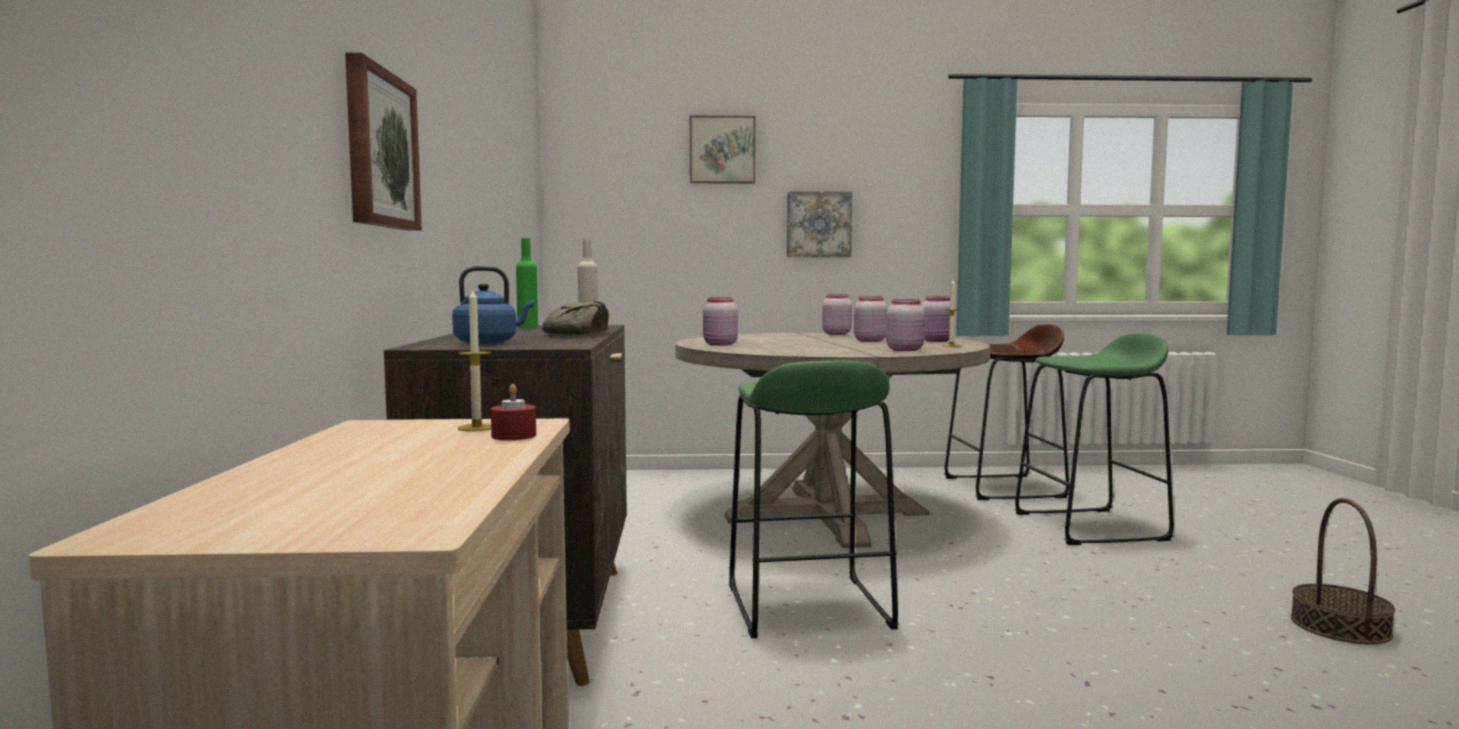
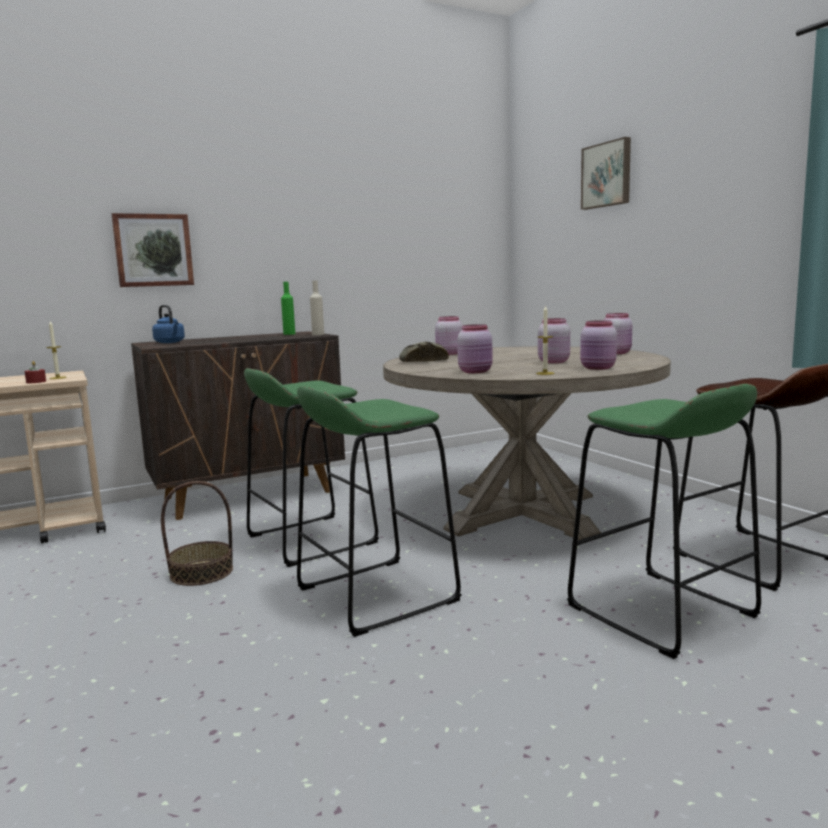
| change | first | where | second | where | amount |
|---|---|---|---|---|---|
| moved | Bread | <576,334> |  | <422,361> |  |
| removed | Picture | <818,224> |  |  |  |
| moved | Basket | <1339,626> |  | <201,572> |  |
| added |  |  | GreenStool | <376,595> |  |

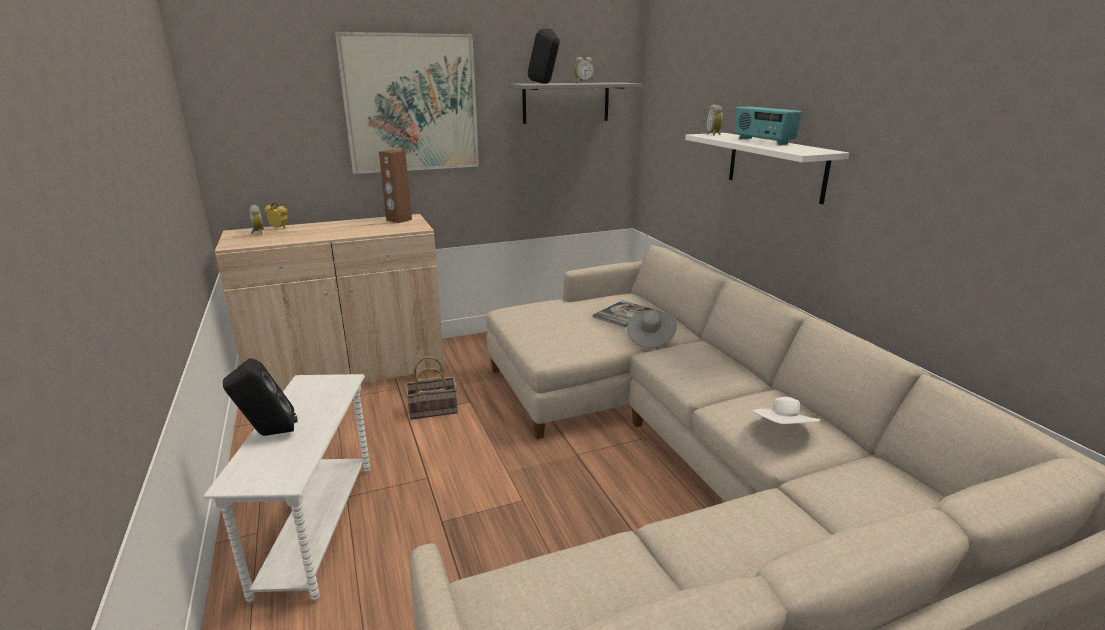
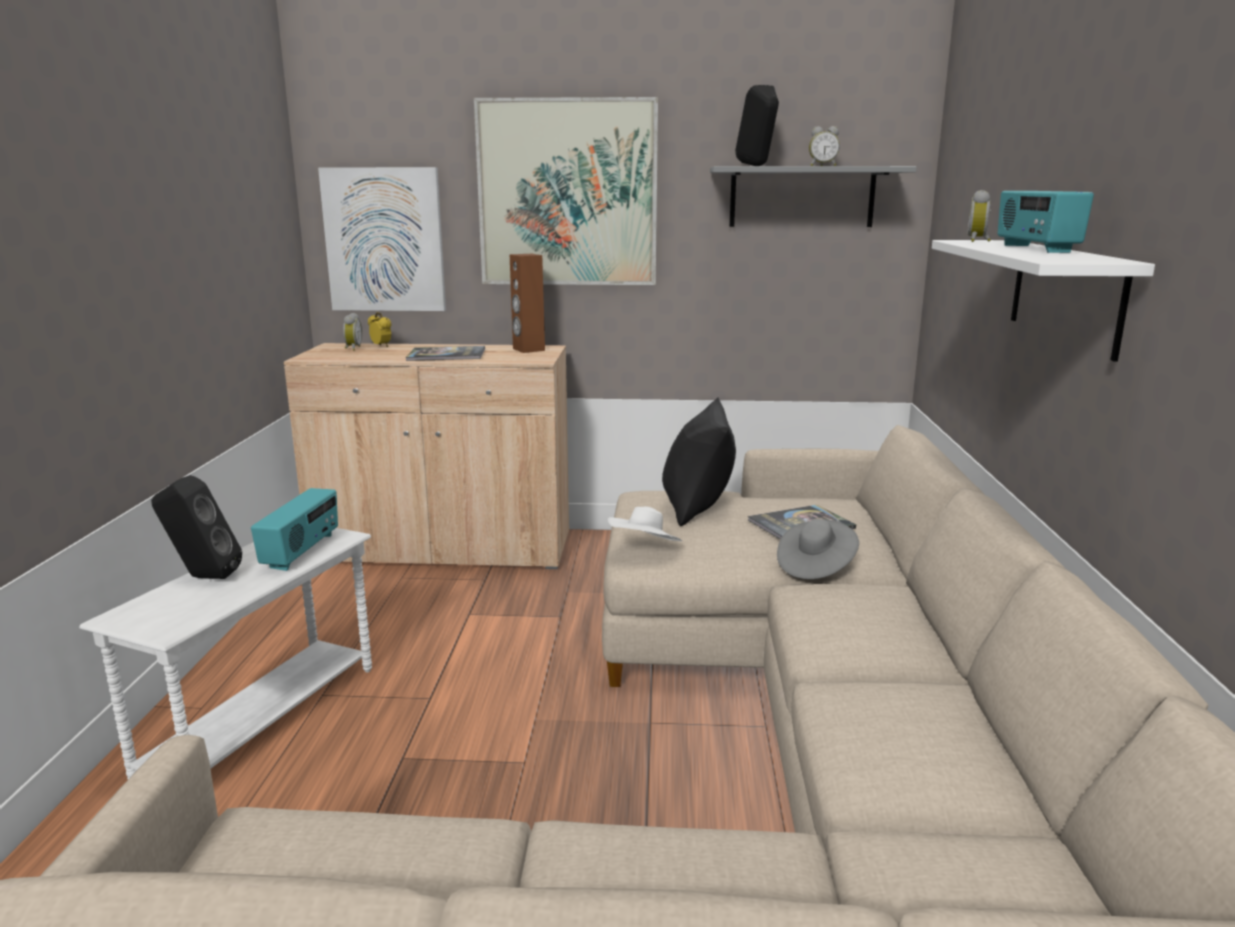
| change | first | where | second | where | amount |
|---|---|---|---|---|---|
| removed | Basket | <434,409> |  |  |  |
| moved | WhiteHat | <783,431> |  | <644,548> |  |
| added |  |  | Radio | <302,552> |  |
| added |  |  | Picture | <384,240> |  |
| added |  |  | Book | <446,355> |  |
| added |  |  | BlackPillow | <697,506> |  |

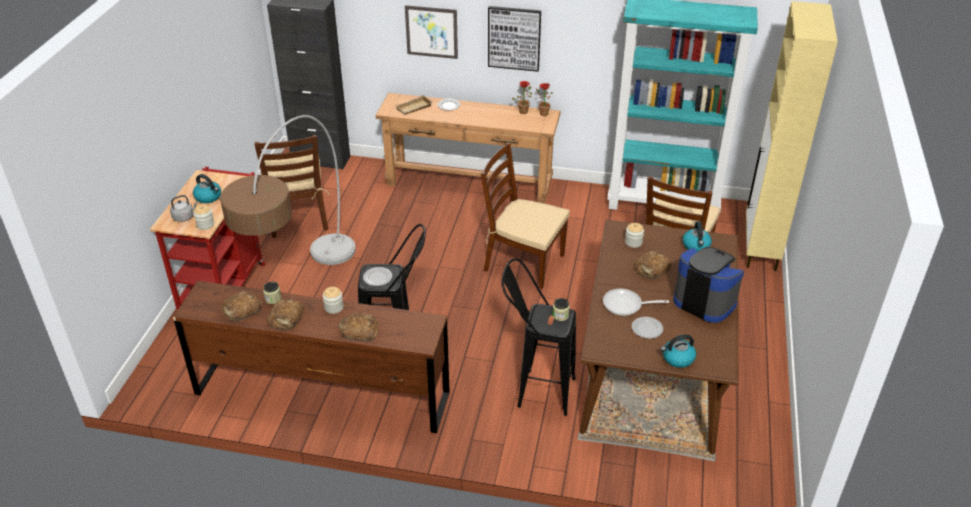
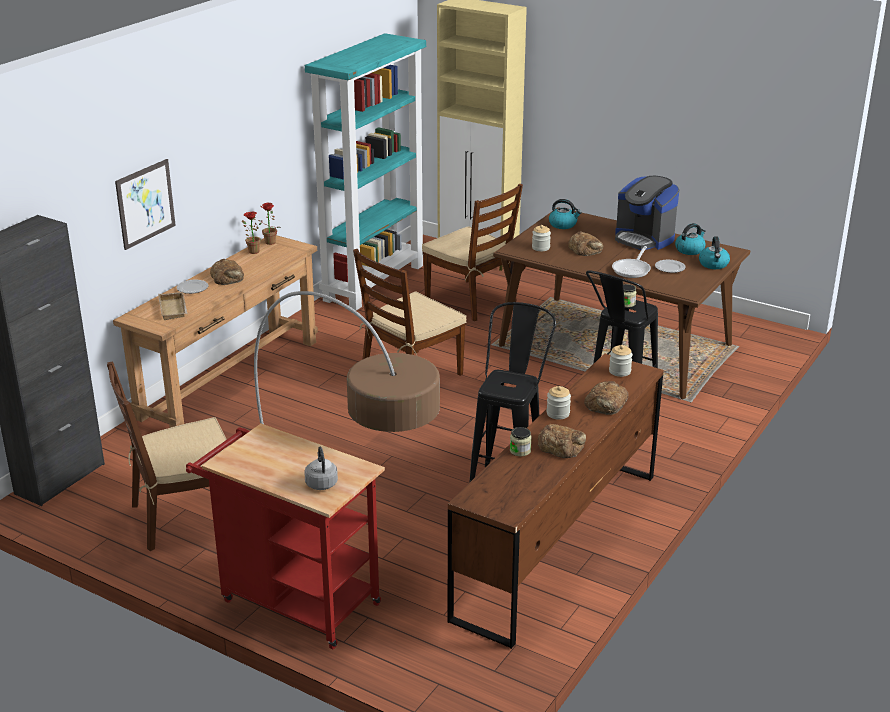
| change | first | where | second | where | amount |
|---|---|---|---|---|---|
| moved | Kettle | <208,197> |  | <690,250> |  |
| moved | Jar | <205,225> |  | <619,371> |  |
| moved | Bread | <241,310> |  | <228,277> |  |
| turned | BrownChair | <298,216> |  | <184,517> | 150 degrees clockwise |
| removed | Plate | <377,278> |  |  |  |
| removed | Picture | <514,38> |  |  |  |
| turned | CoffeeMachine | <704,301> |  | <644,239> | 105 degrees counterclockwise |

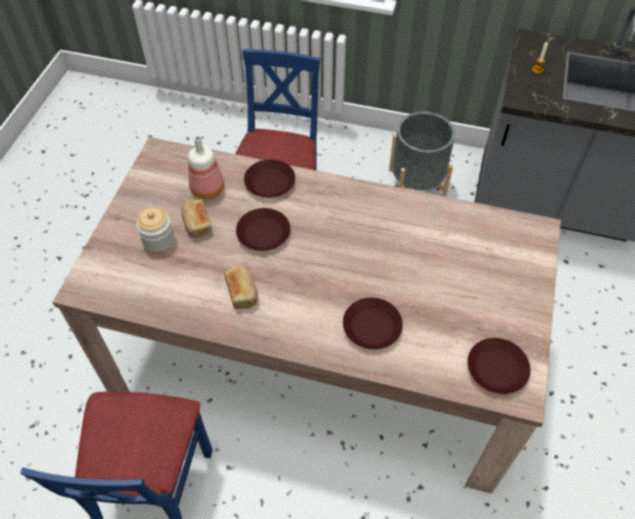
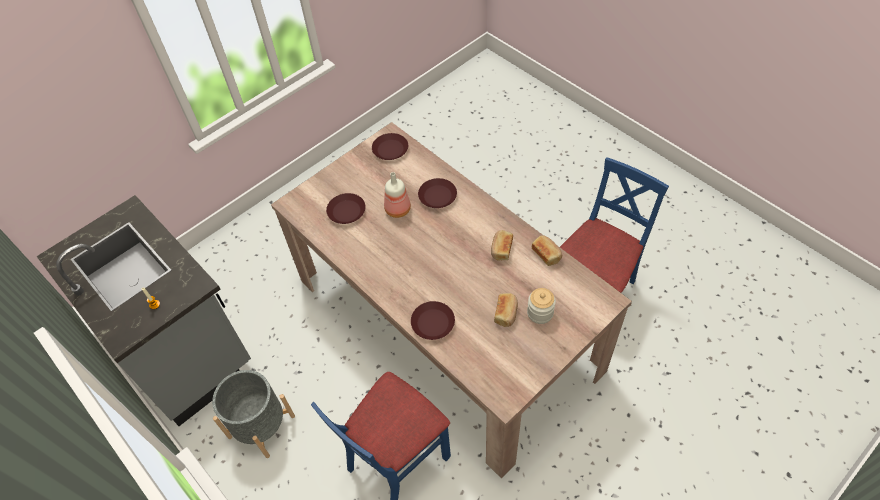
| change | first | where | second | where | amount |
|---|---|---|---|---|---|
| moved | Bottle | <208,188> |  | <397,210> |  |
| moved | BrownPlate | <263,234> |  | <347,211> |  |
| added |  |  | Bread | <546,254> |  |

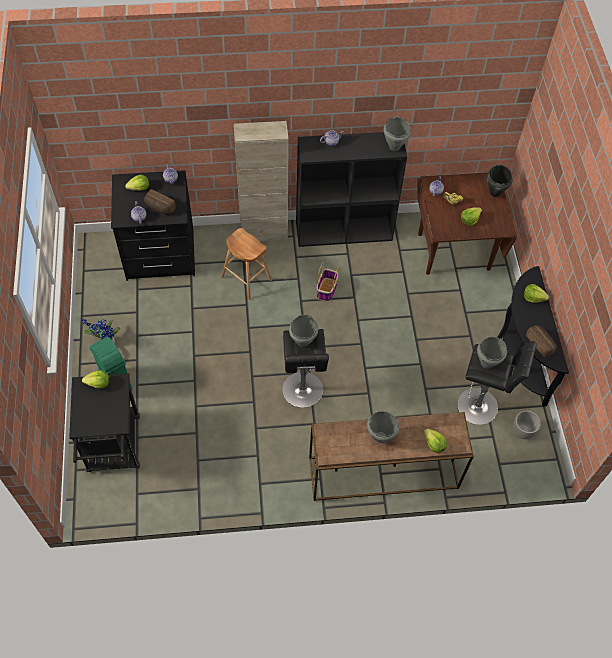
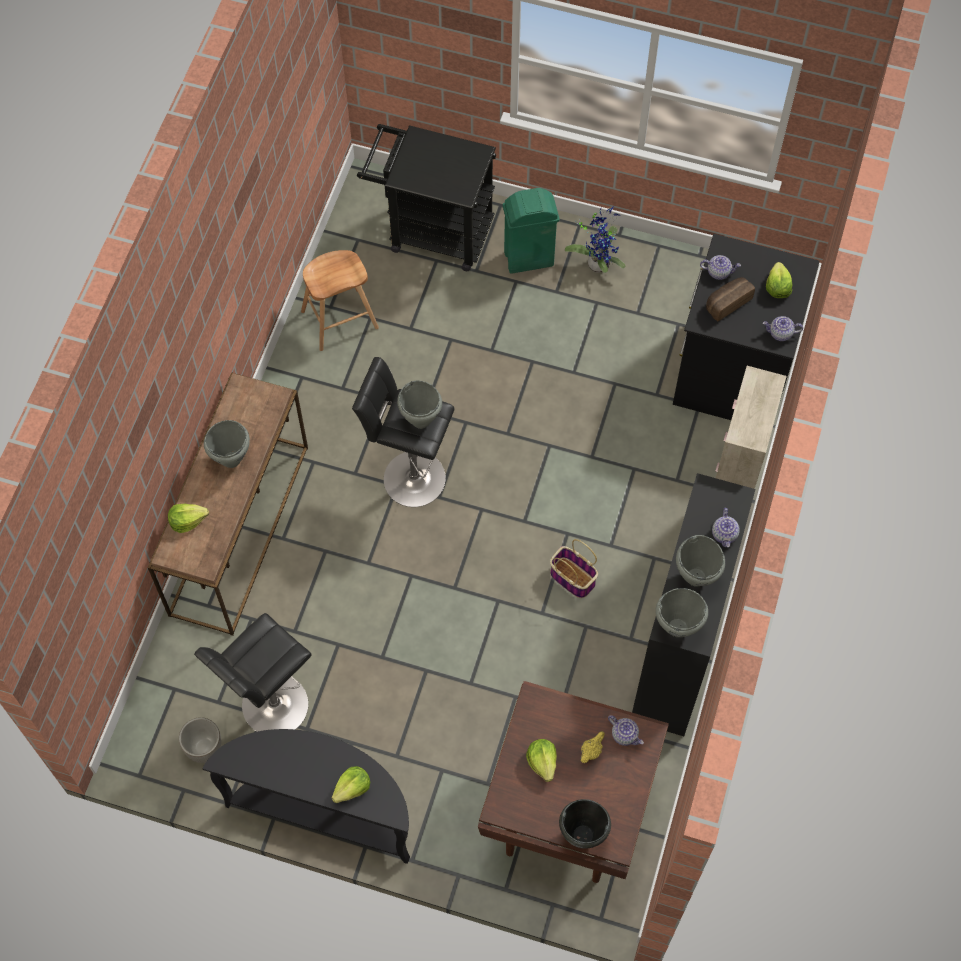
| change | first | where | second | where | amount |
|---|---|---|---|---|---|
| removed | Lettuce | <98,383> |  |  |  |
| moved | BrownStool | <246,278> |  | <339,320> |  |
| moved | GreyCookingPot | <486,363> |  | <696,577> |  |
| removed | Bread | <541,343> |  |  |  |

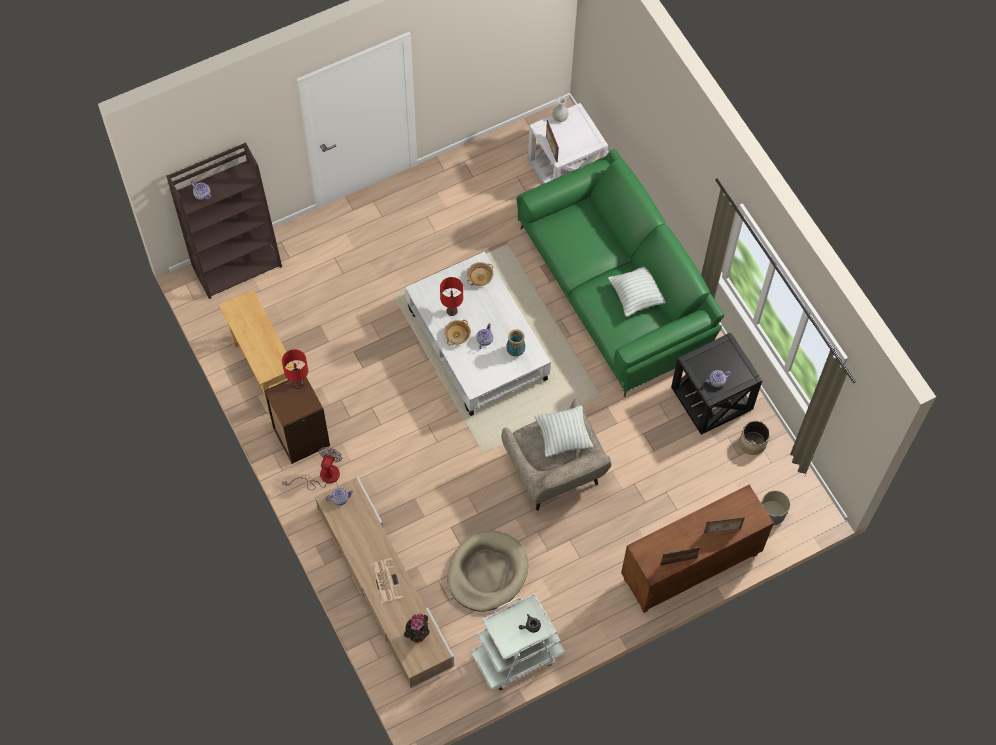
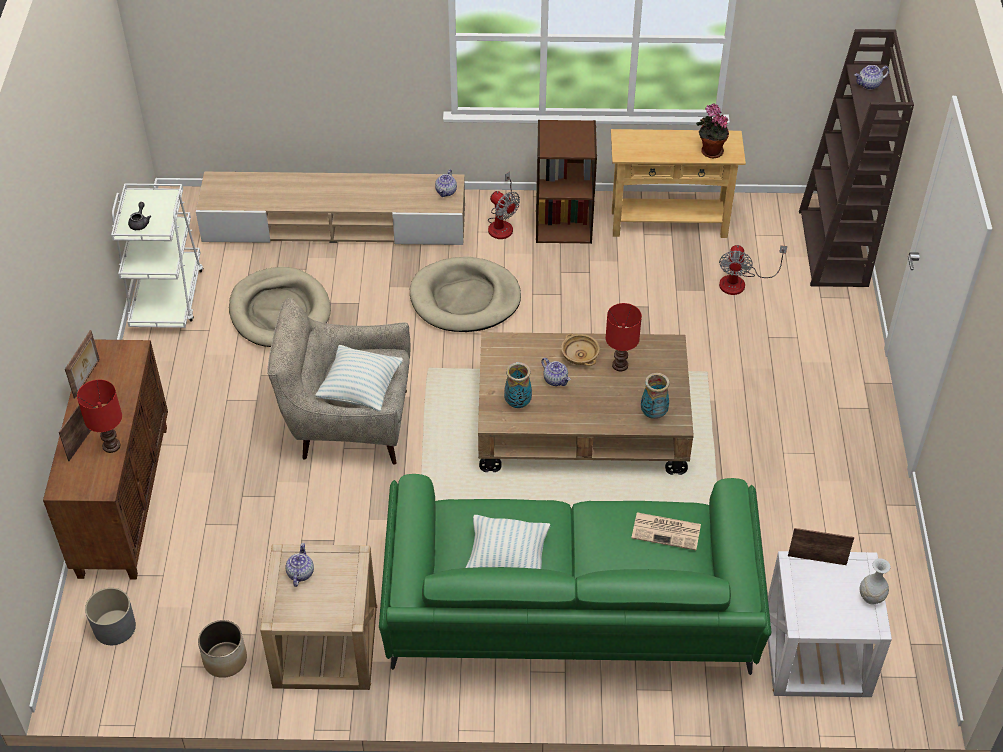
| change | first | where | second | where | amount |
|---|---|---|---|---|---|
| moved | RedTableLamp | <298,384> |  | <110,445> |  |
| moved | Newspaper | <386,580> |  | <667,531> |  |
| moved | PottedPlant | <418,635> |  | <710,151> |  |
| recoloured | WhiteCoffeeTable | <477,344> | BrownCoffeeTable | <581,425> |  |
| replaced | BeigeBowl | <480,277> | Vase | <654,414> |  |
| recoloured | BlackSideTable | <712,398> | BeigeSideTable | <325,646> |  |
| added |  |  | BeigeDogBed | <465,299> |  |
| added |  |  | Fan | <740,282> |  |

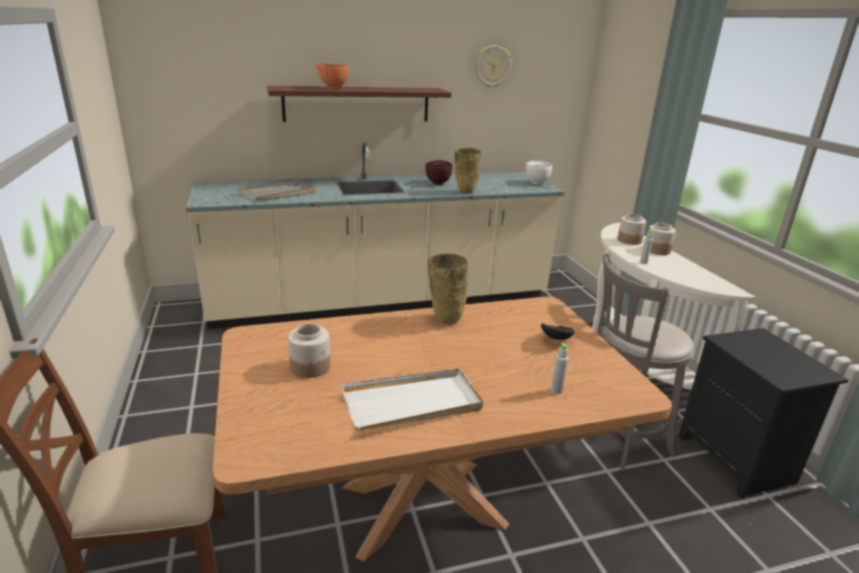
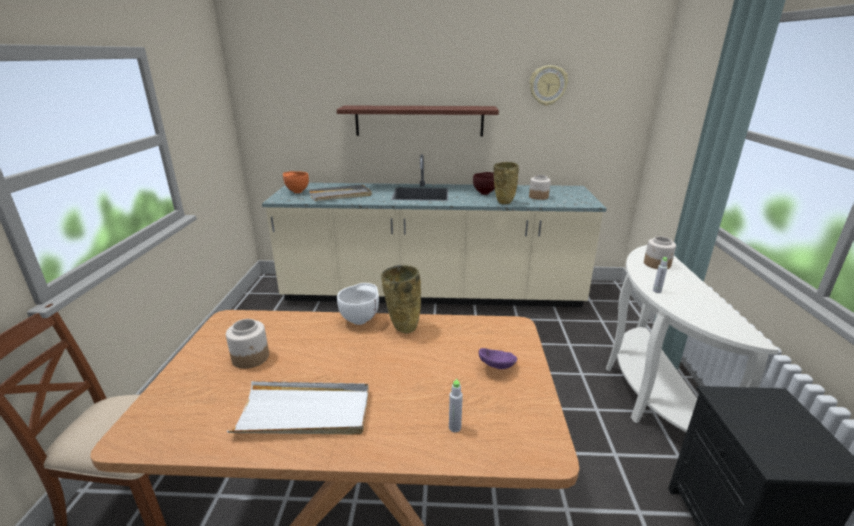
| change | first | where | second | where | amount |
|---|---|---|---|---|---|
| moved | OrangeBowl | <332,88> |  | <297,192> |  |
| moved | WhiteBowl | <536,183> |  | <361,320> |  |
| recoloured | BlackBowl | <557,339> | PurpleBowl | <498,367> |  |
| removed | GreyStool | <619,441> |  |  |  |
| moved | Jar | <657,250> |  | <538,197> |  |

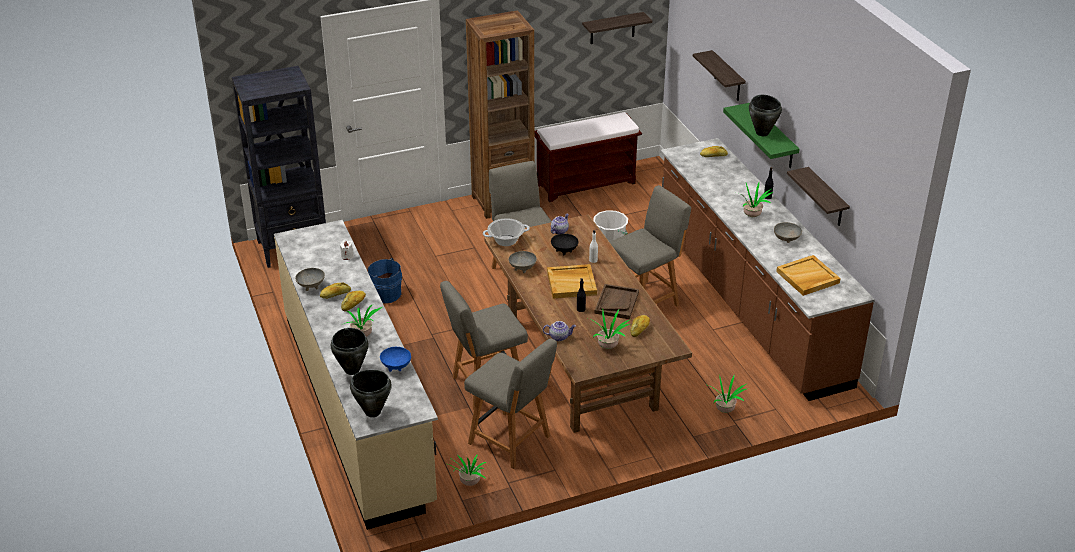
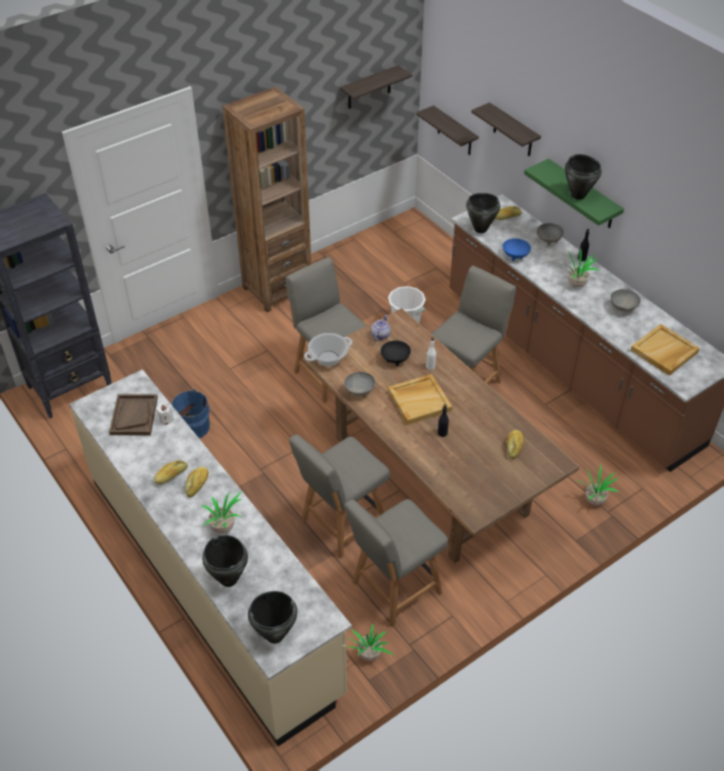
| change | first | where | second | where | amount |
|---|---|---|---|---|---|
| moved | GreyBowl | <311,285> |  | <548,240> |  |
| moved | BlueBowl | <396,366> |  | <515,256> |  |
| turned | GreyChair | <511,441> |  | <394,589> | 120 degrees clockwise |
| removed | BrownBench | <586,183> |  |  |  |
| removed | Teapot | <559,337> |  |  |  |
| removed | PottedPlant | <608,346> |  |  |  |
| moved | BrownTray | <616,303> |  | <134,416> |  |
| moved | Shelf | <826,198> |  | <454,132> |  |
| added |  |  | BlackCookingPot | <480,229> |  |

